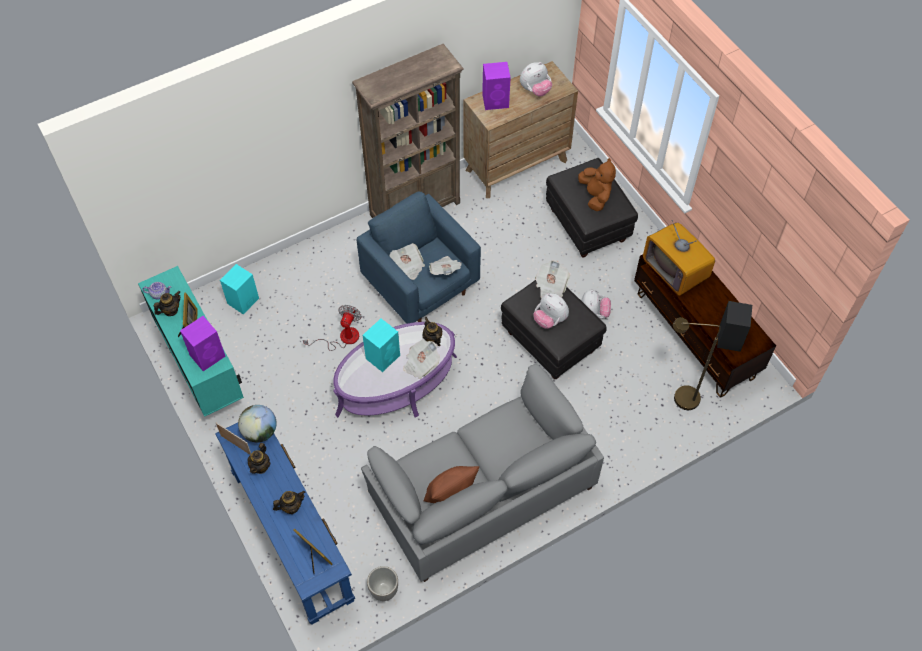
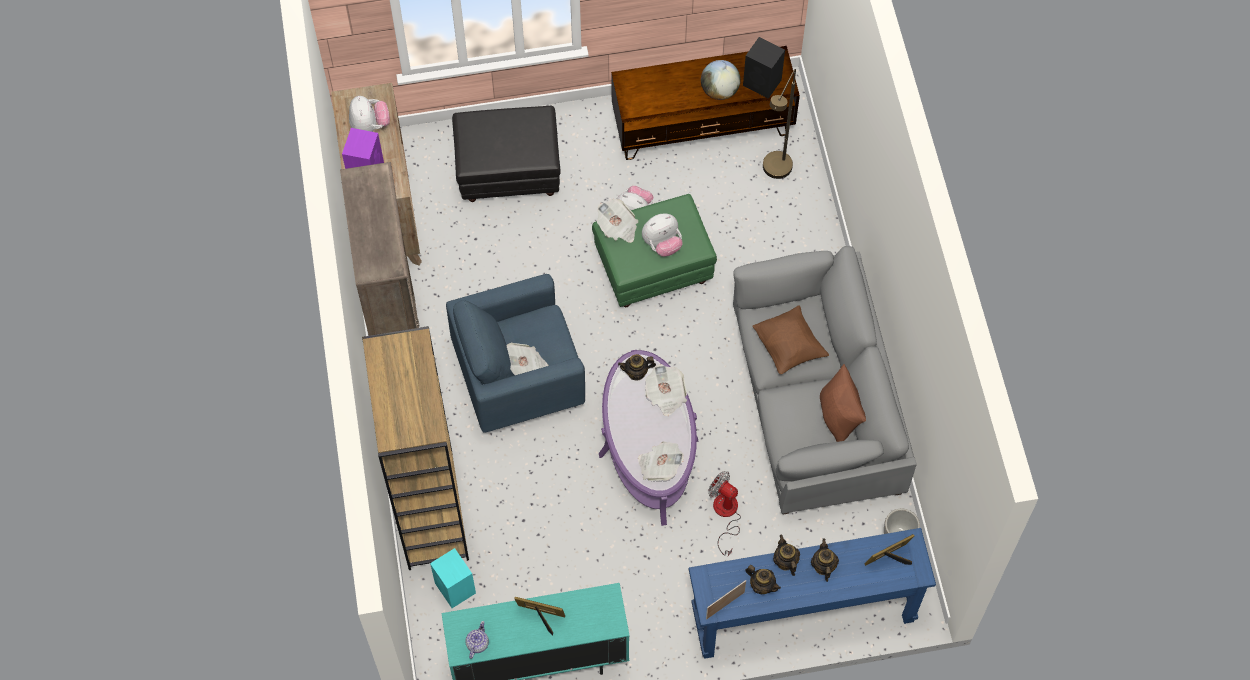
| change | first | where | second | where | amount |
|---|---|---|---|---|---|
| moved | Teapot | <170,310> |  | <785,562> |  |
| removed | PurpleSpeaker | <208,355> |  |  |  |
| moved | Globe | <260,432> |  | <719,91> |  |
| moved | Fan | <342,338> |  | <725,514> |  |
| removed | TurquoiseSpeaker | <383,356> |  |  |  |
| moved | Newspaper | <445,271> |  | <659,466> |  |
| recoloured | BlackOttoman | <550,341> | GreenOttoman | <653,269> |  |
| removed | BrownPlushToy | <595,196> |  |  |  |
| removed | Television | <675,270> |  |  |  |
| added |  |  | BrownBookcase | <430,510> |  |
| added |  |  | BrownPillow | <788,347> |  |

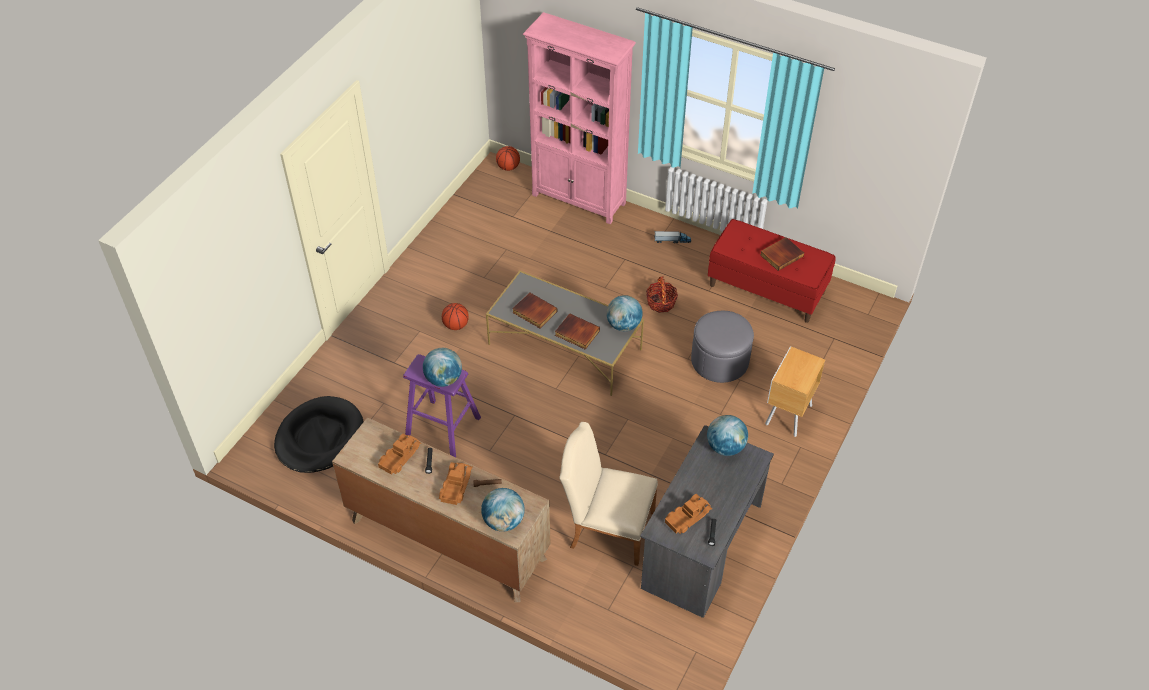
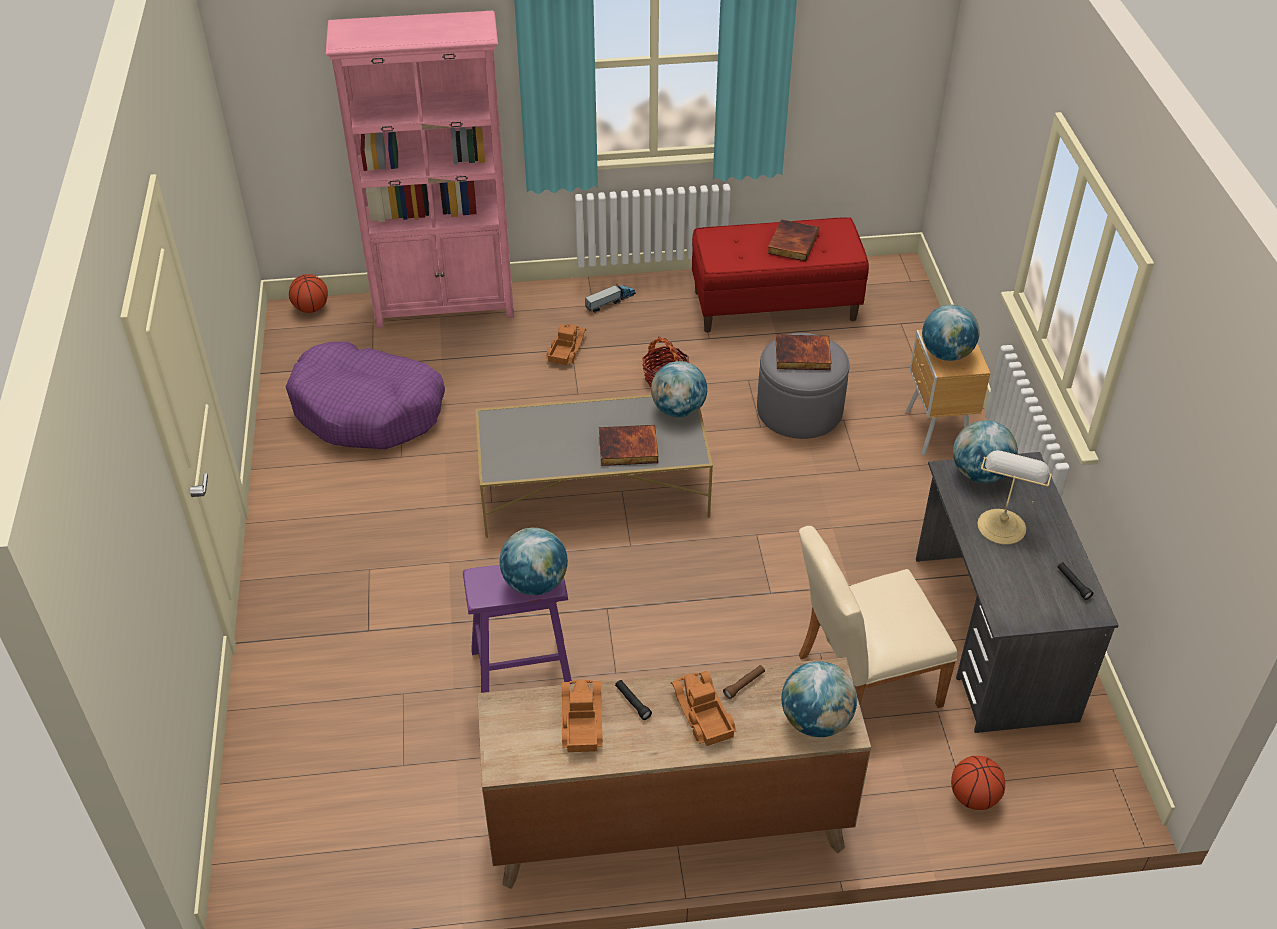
| change | first | where | second | where | amount |
|---|---|---|---|---|---|
| removed | BlackDogBed | <319,437> |  |  |  |
| moved | Basketball | <455,325> |  | <973,797> |  |
| moved | Book | <534,312> |  | <802,356> |  |
| moved | ToyTruck | <687,516> |  | <565,349> |  |
| added |  |  | PurpleDogBed | <368,410> |  |
| added |  |  | Globe | <946,354> |  |
| added |  |  | TableLamp | <1001,524> |  |

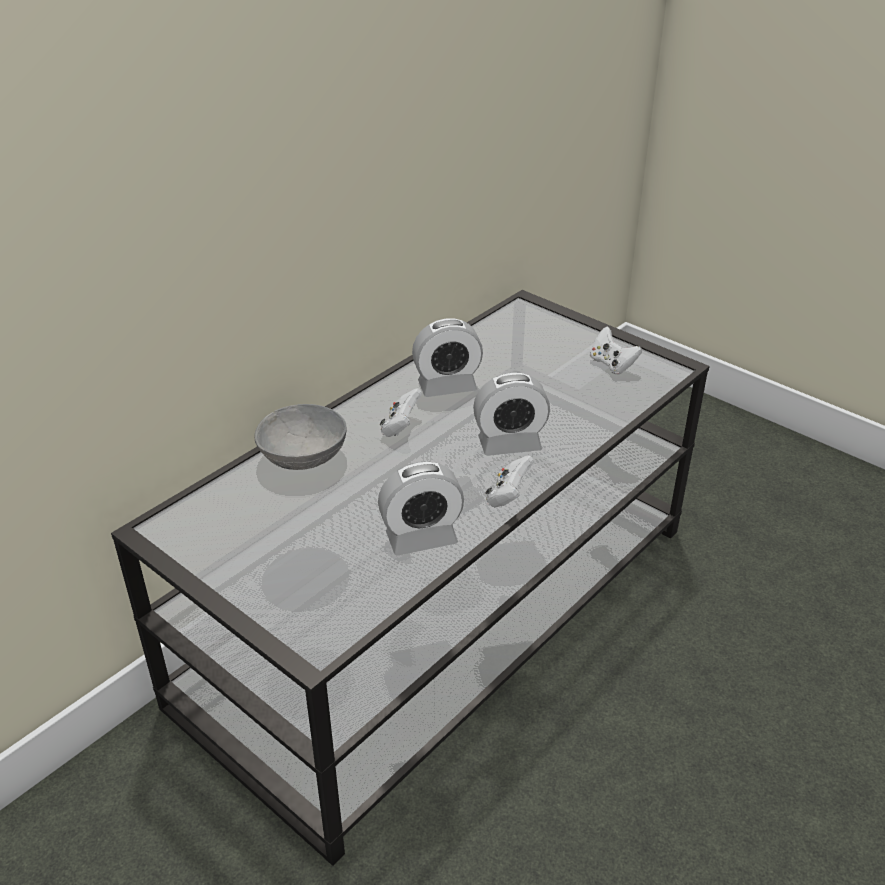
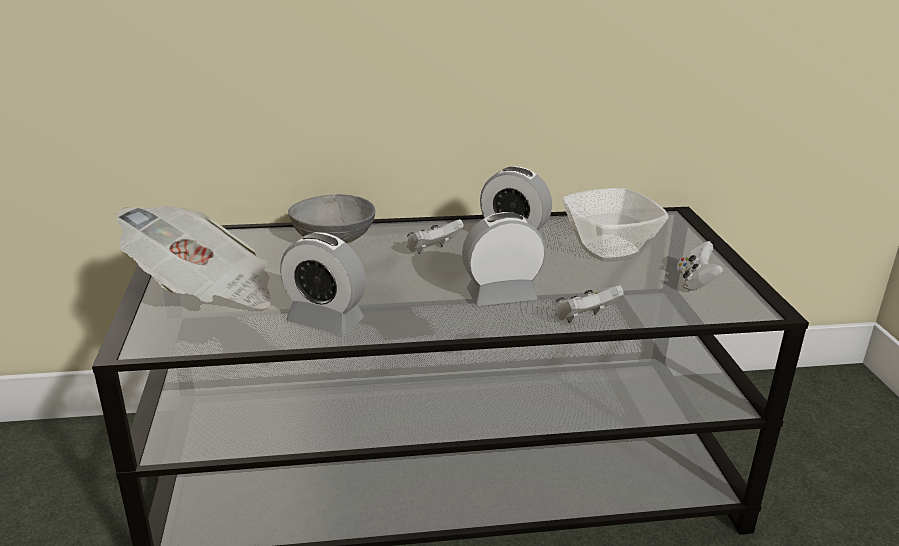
| change | first | where | second | where | amount |
|---|---|---|---|---|---|
| turned | AlarmClock | <509,444> |  | <501,296> | 135 degrees clockwise |
| moved | WhiteGameController | <508,496> |  | <584,319> |  |
| added |  |  | Newspaper | <206,292> |  |
| added |  |  | Bowl | <609,248> |  |

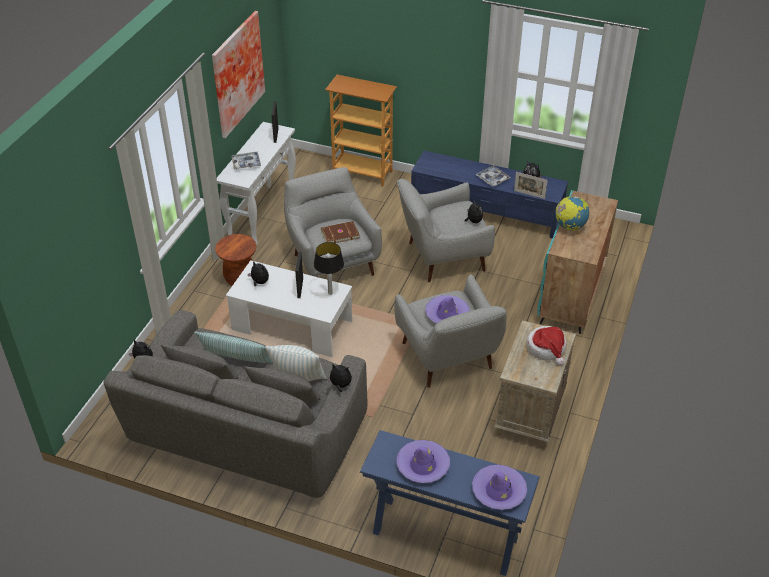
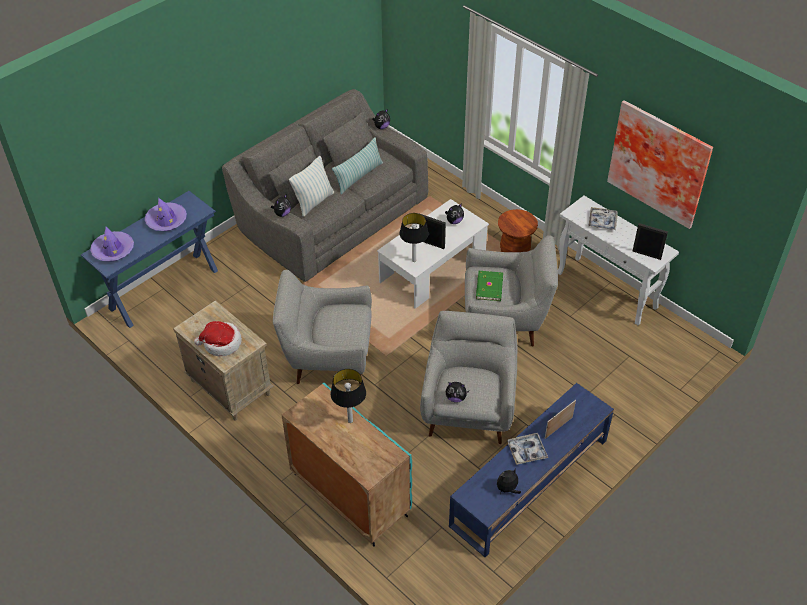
| change | first | where | second | where | amount |
|---|---|---|---|---|---|
| recoloured | BrownBook | <339,234> | GreenBook | <490,287> |  |
| removed | Bookcase | <363,173> |  |  |  |
| removed | PurpleHat | <447,314> |  |  |  |
| moved | PictureFrame | <529,194> |  | <558,427> |  |
| replaced | Globe | <569,226> | TableLamp | <350,421> |  |

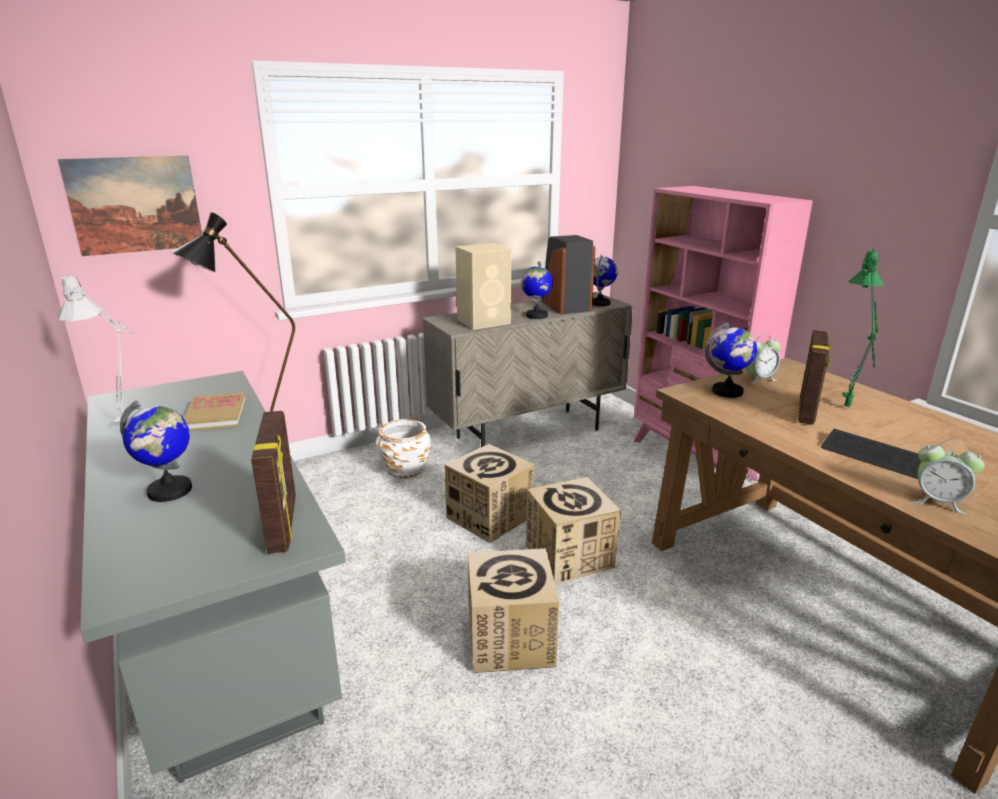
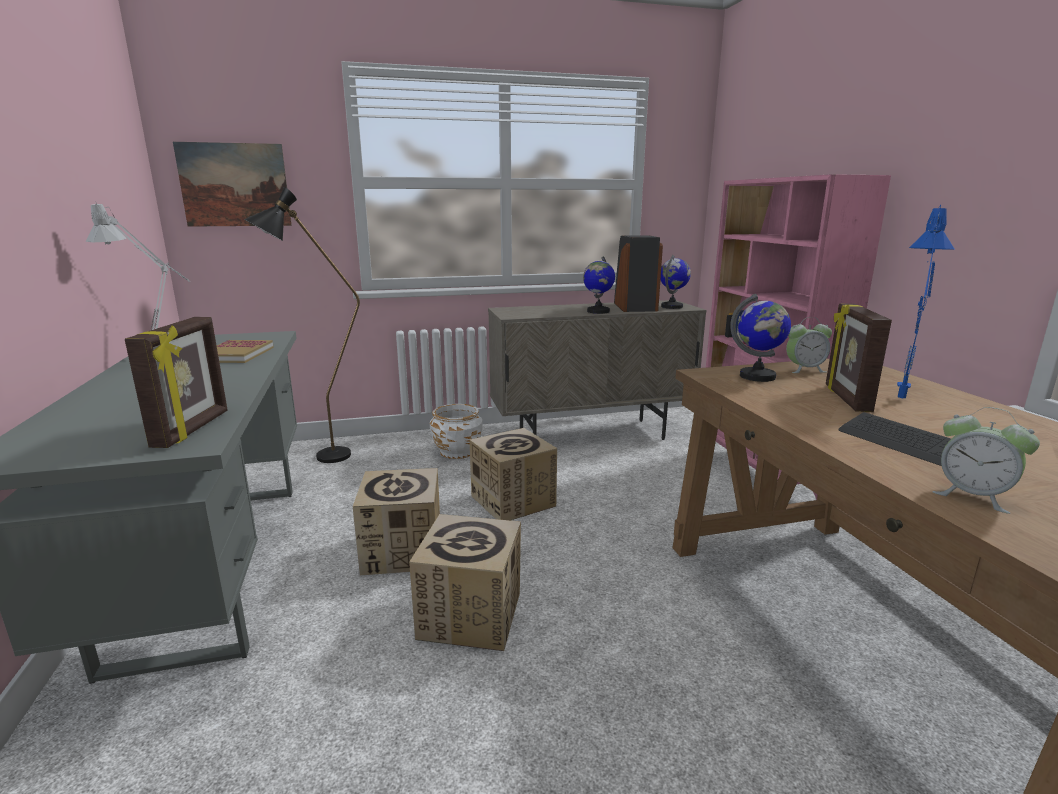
| change | first | where | second | where | amount |
|---|---|---|---|---|---|
| removed | Globe | <170,491> |  |  |  |
| removed | BeigeSpeaker | <485,321> |  |  |  |
| moved | CardboardBox | <570,556> |  | <403,551> |  |
| turned | PictureFrame | <807,411> |  | <845,398> | 150 degrees clockwise |
| recoloured | GreenTableLamp | <848,411> | BlueTableLamp | <901,403> |  |

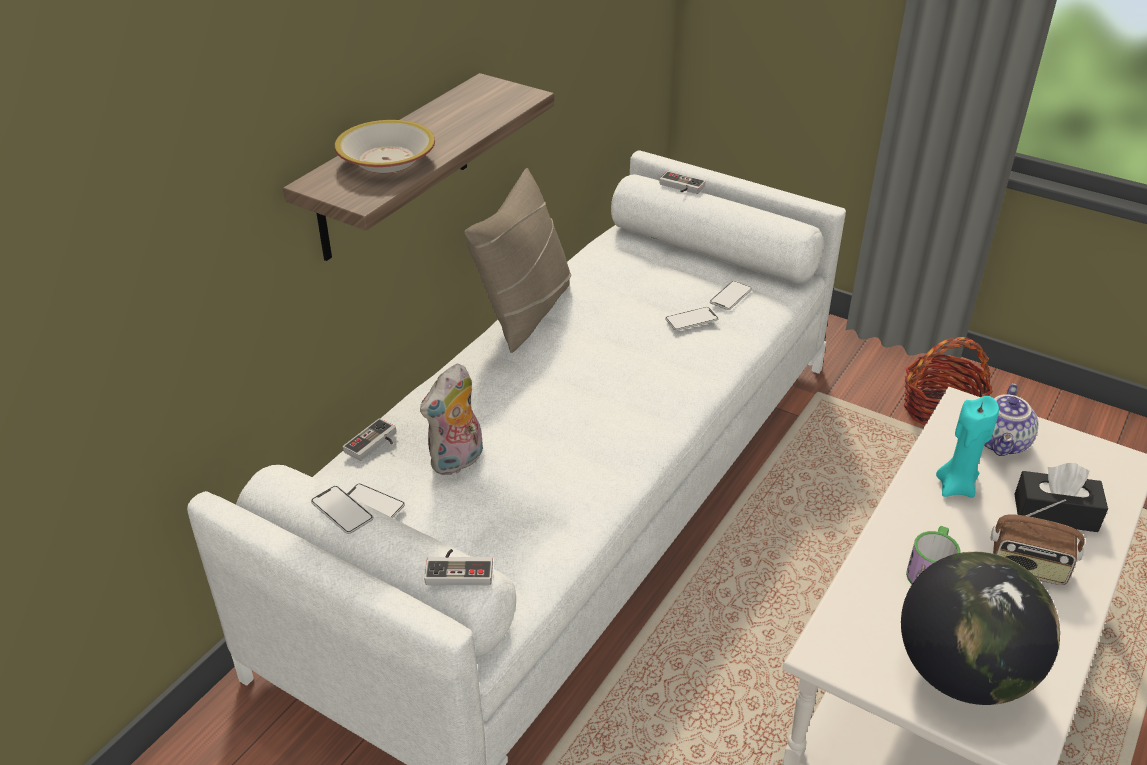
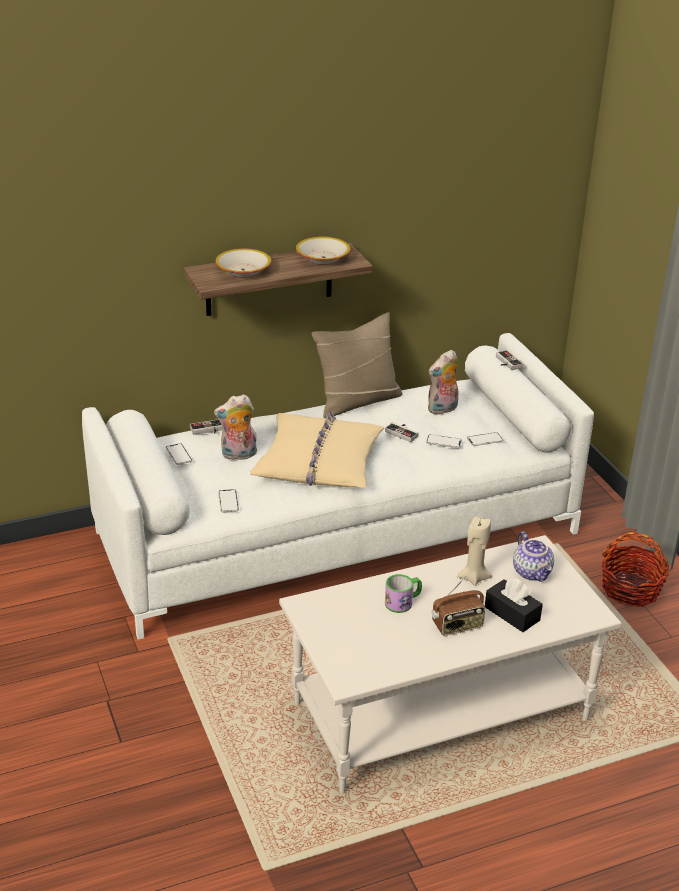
| change | first | where | second | where | amount |
|---|---|---|---|---|---|
| moved | Phone | <342,511> |  | <228,501> |  |
| moved | GameController | <460,569> |  | <403,432> |  |
| removed | Globe | <962,673> |  |  |  |
| recoloured | TurquoiseCandle | <956,486> | BeigeCandle | <473,577> |  |
| turned | Teapot | <1002,443> |  | <533,572> | 75 degrees counterclockwise |
| turned | Radio | <1028,567> |  | <457,626> | 75 degrees counterclockwise |
| added |  |  | BeigePillow | <318,463> |  |
| added |  |  | Bowl | <323,258> |  |
| added |  |  | PlushToy | <442,409> |  |

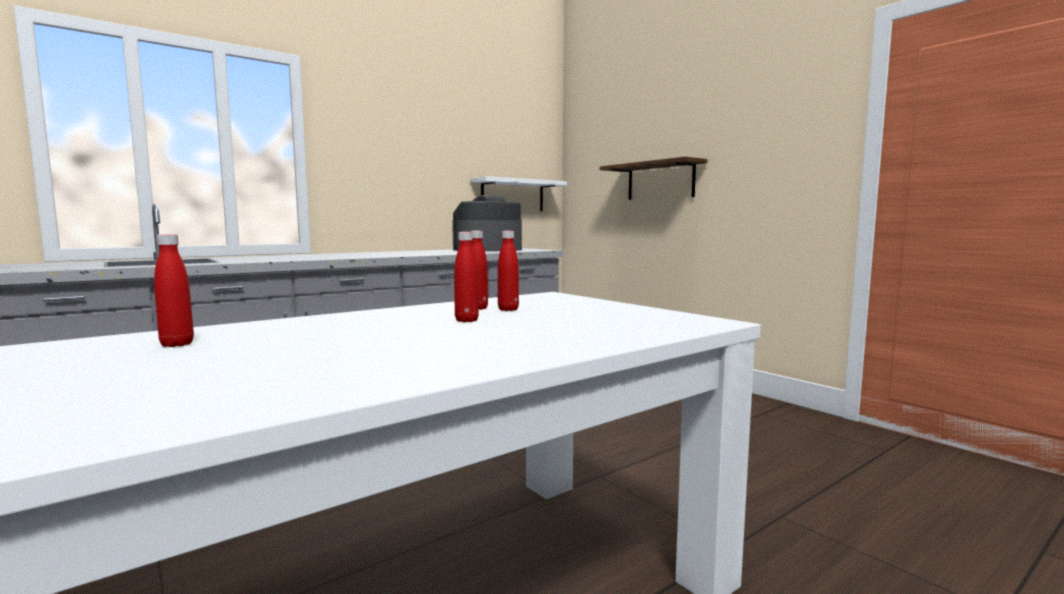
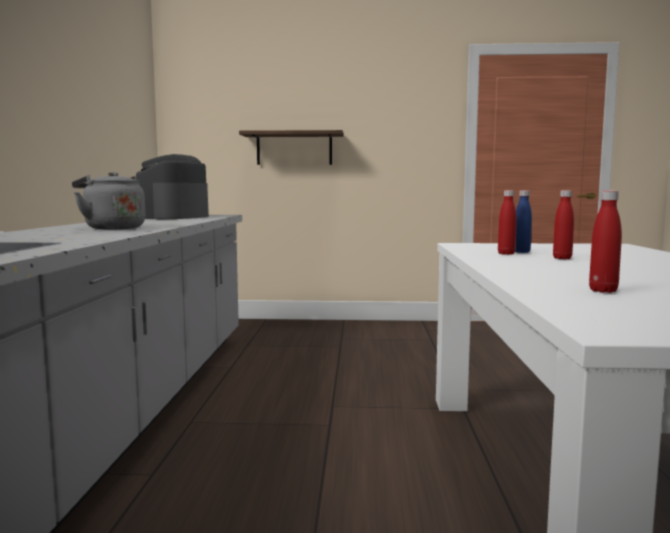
| change | first | where | second | where | amount |
|---|---|---|---|---|---|
| removed | WhiteShelf | <512,195> |  |  |  |
| recoloured | RedBottle | <508,309> | BlueBottle | <521,252> |  |
| added |  |  | GreyKettle | <112,228> |  |

